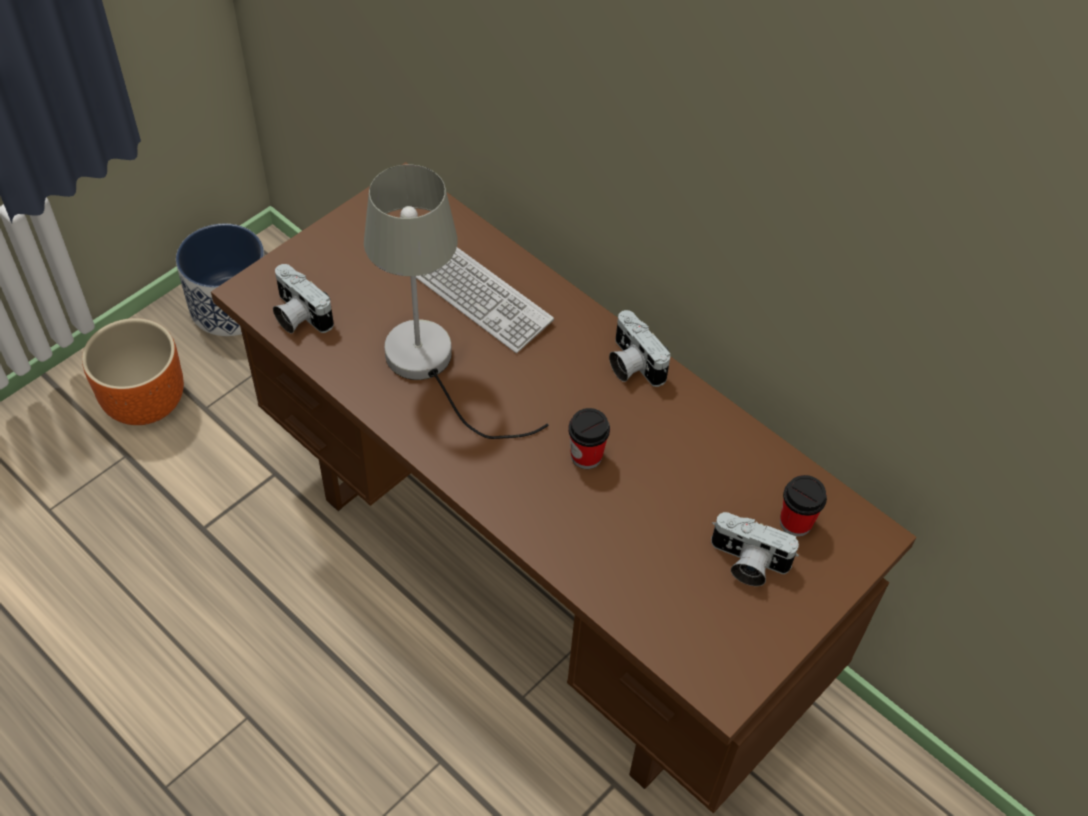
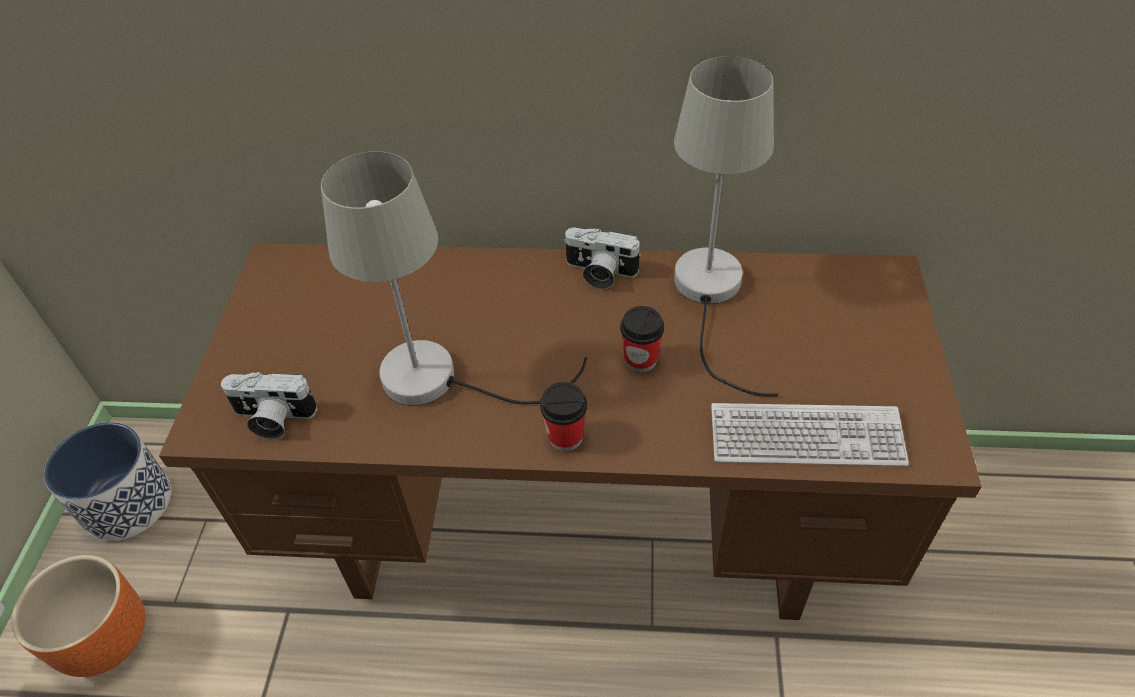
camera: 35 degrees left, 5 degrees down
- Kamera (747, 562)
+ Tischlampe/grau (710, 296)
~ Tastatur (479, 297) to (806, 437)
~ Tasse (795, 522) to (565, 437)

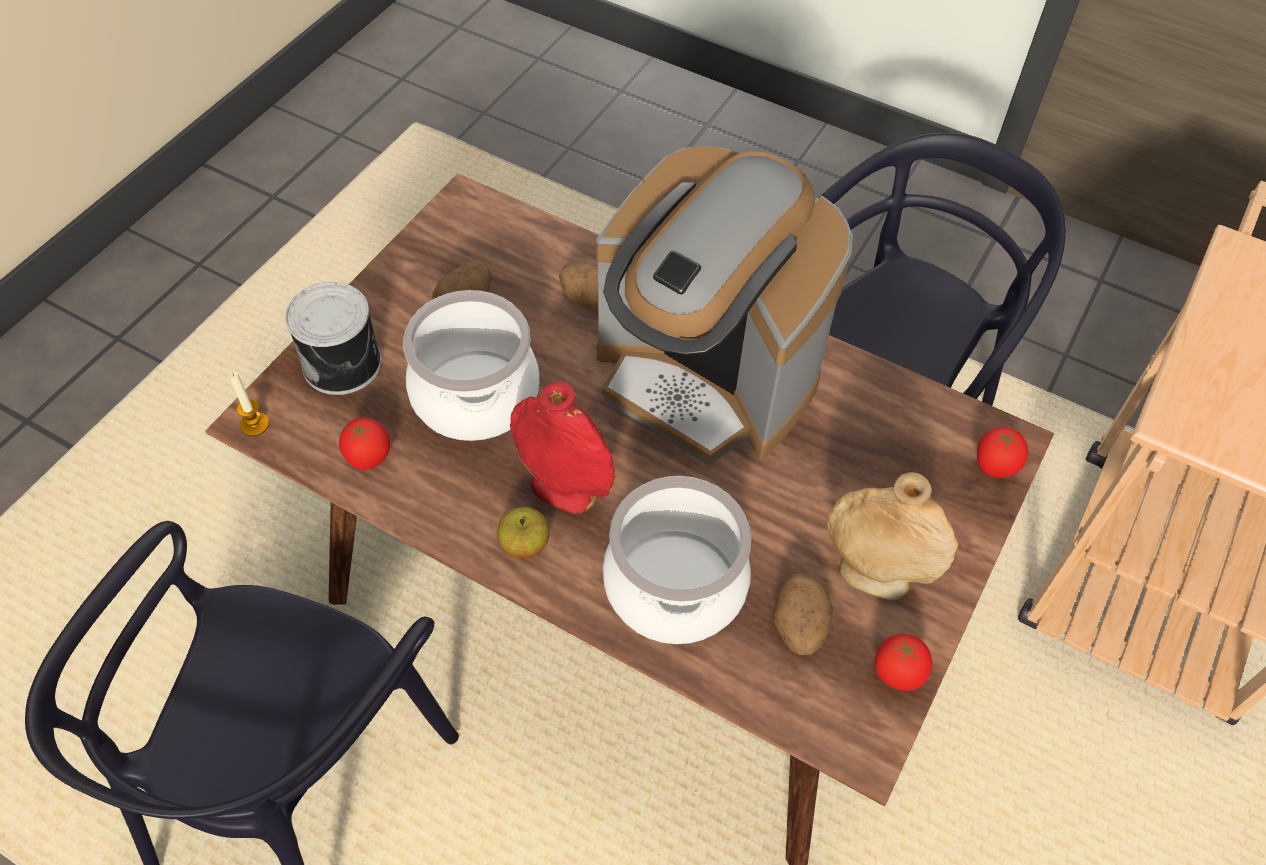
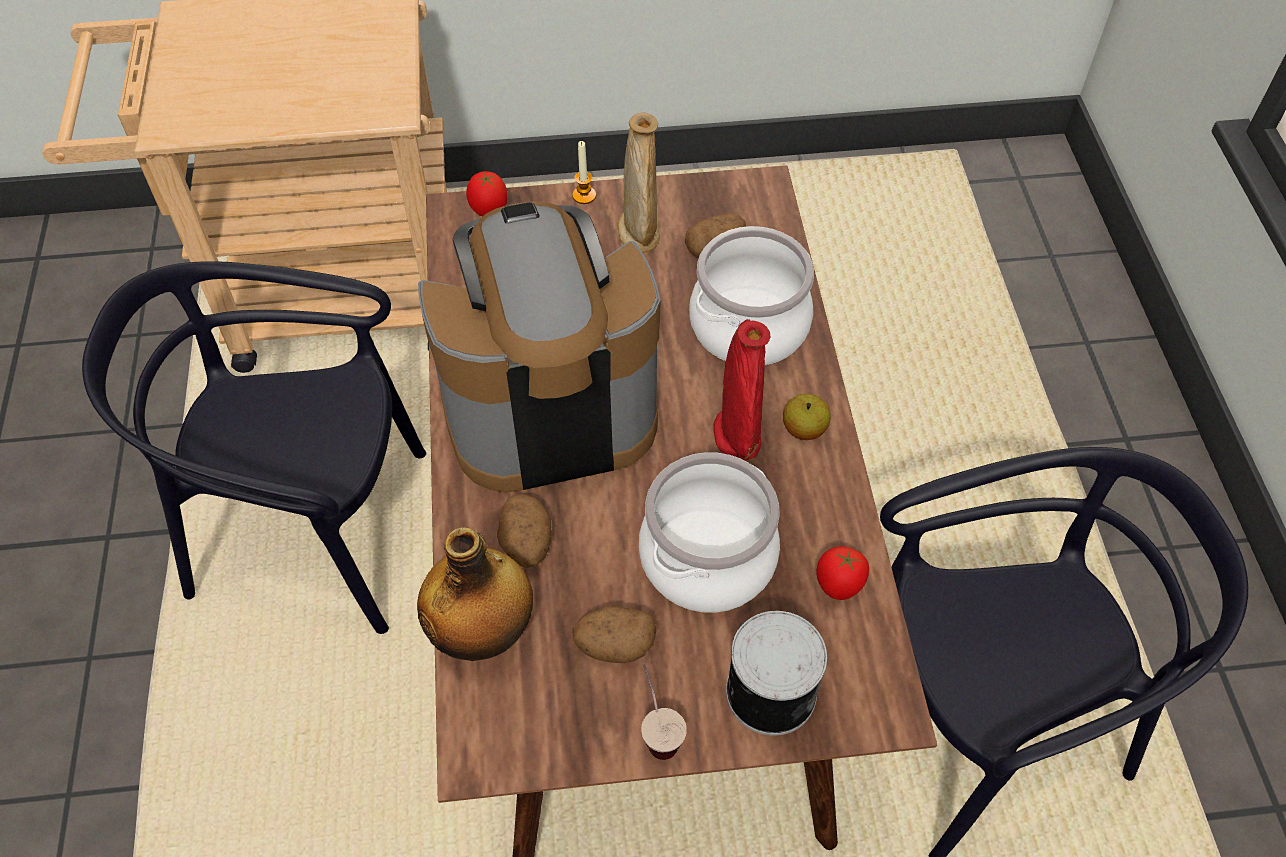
camera: 125 degrees left, 0 degrees up
- Tomate (896, 675)
+ Flasche (483, 632)
+ Tasse (657, 729)
~ Kerze (254, 425) to (584, 195)
~ Kaffeemaschine (705, 379) = (548, 410) 105 degrees counterclockwise

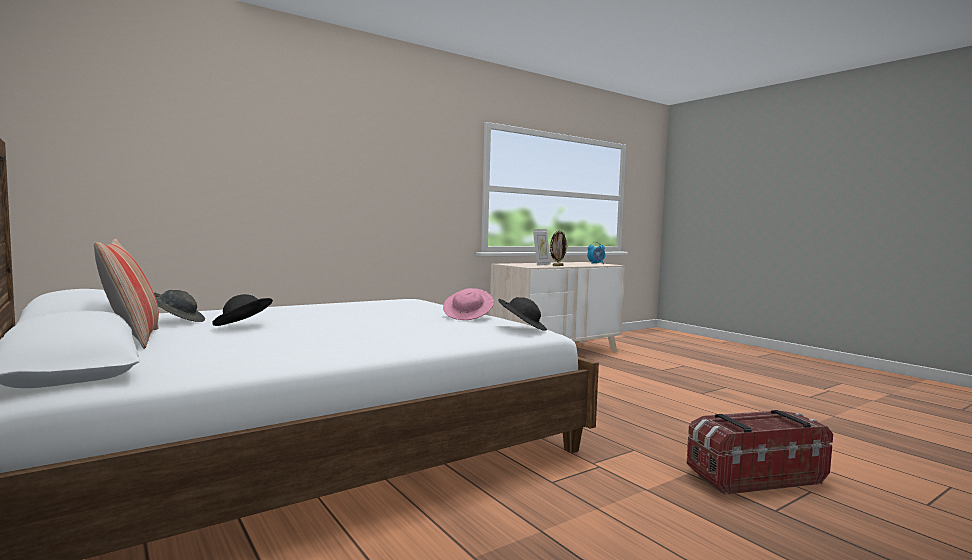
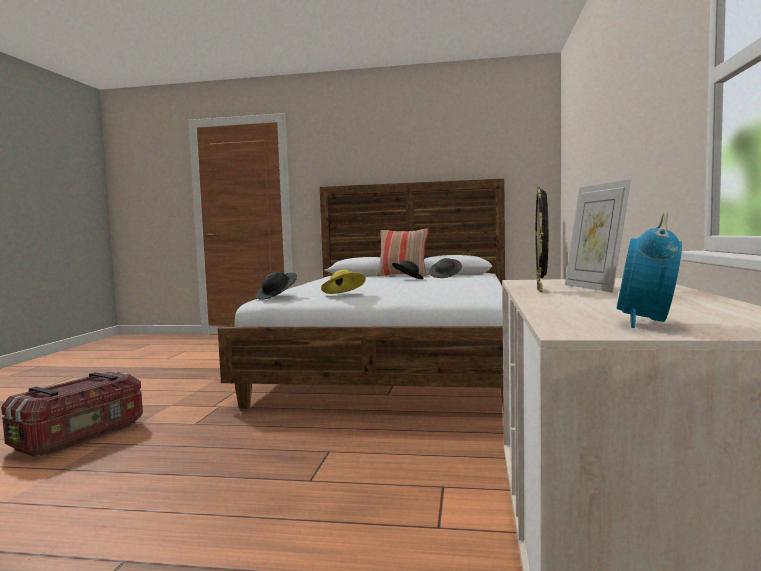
camera: 135 degrees right, 0 degrees up
~ Hut/rosa (468, 316) to Hut/gelb (343, 295)

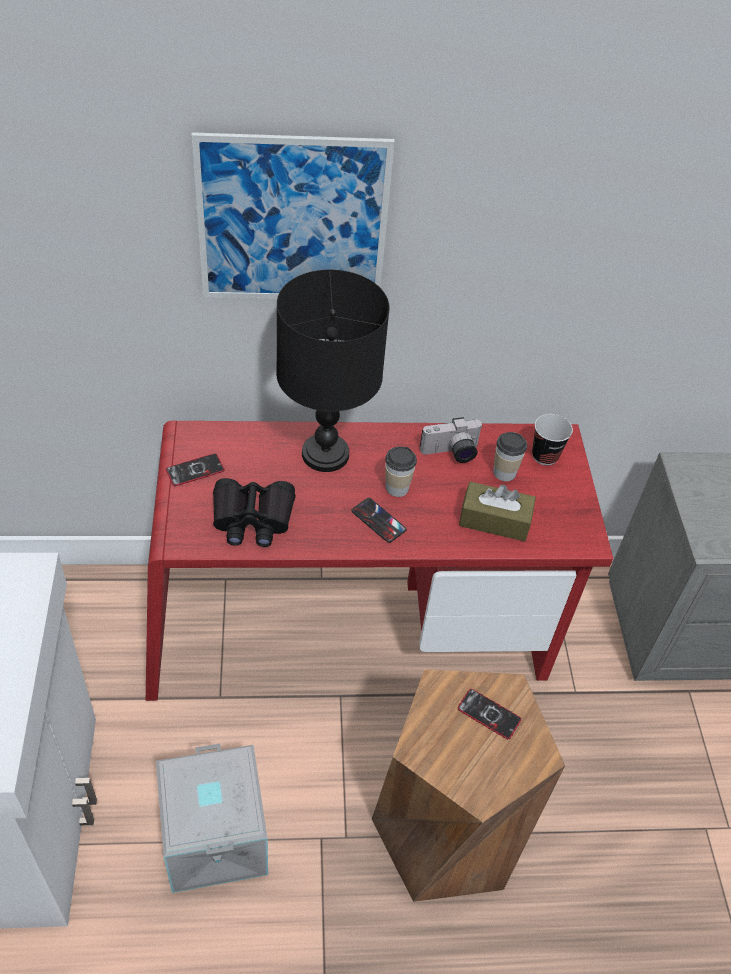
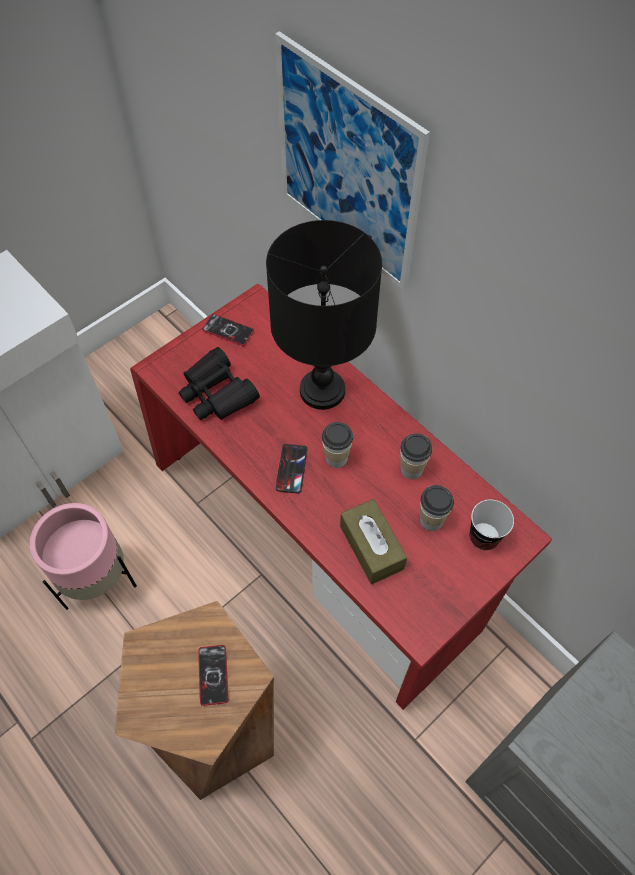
camera: 55 degrees right, 10 degrees up
~ Aufbewahrungsbox/grau (212, 836) to Pflanzkübel/rosa (97, 578)
~ Kamera (451, 453) to Tasse (411, 469)

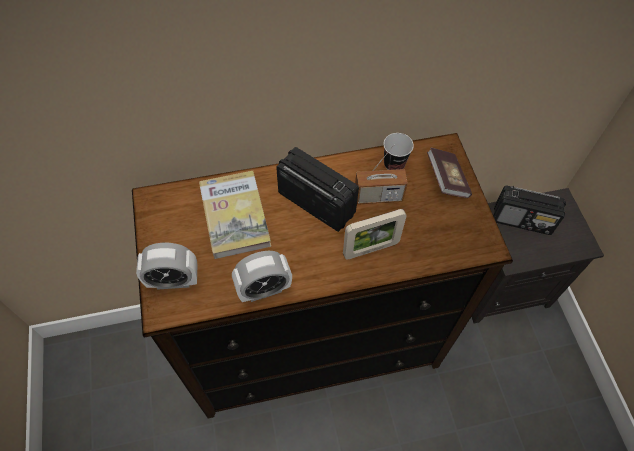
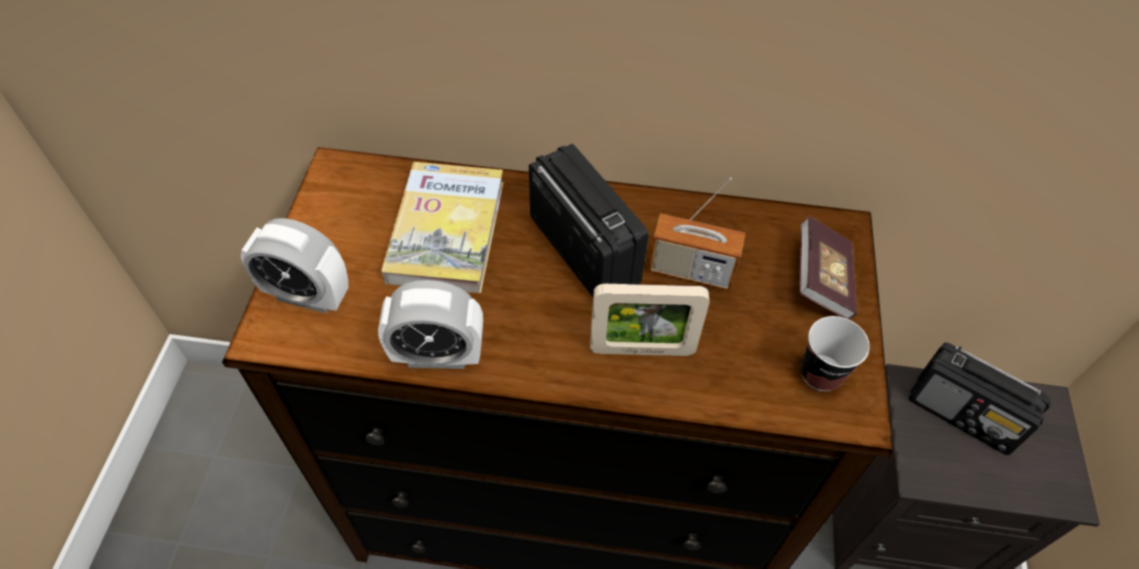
camera: 20 degrees right, 5 degrees down
~ Tasse (394, 164) to (821, 374)

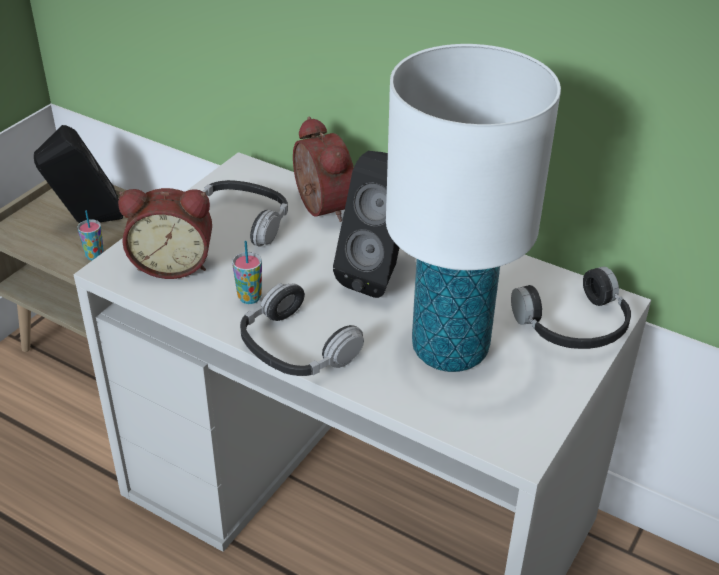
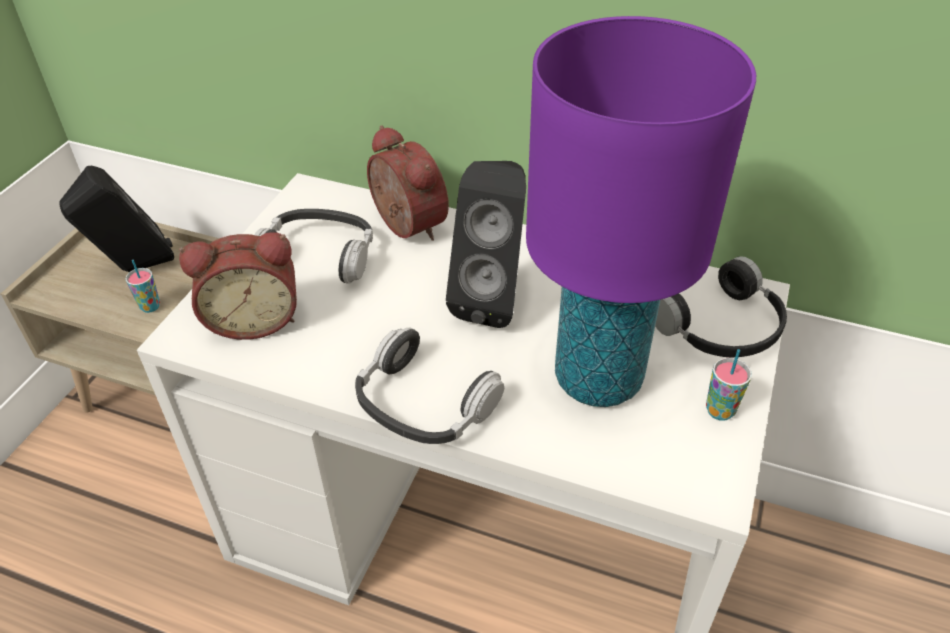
camera: 10 degrees left, 5 degrees up
~ Tasse (249, 298) to (720, 411)
~ Tischlampe/weiß (449, 349) to Tischlampe/lila (597, 378)

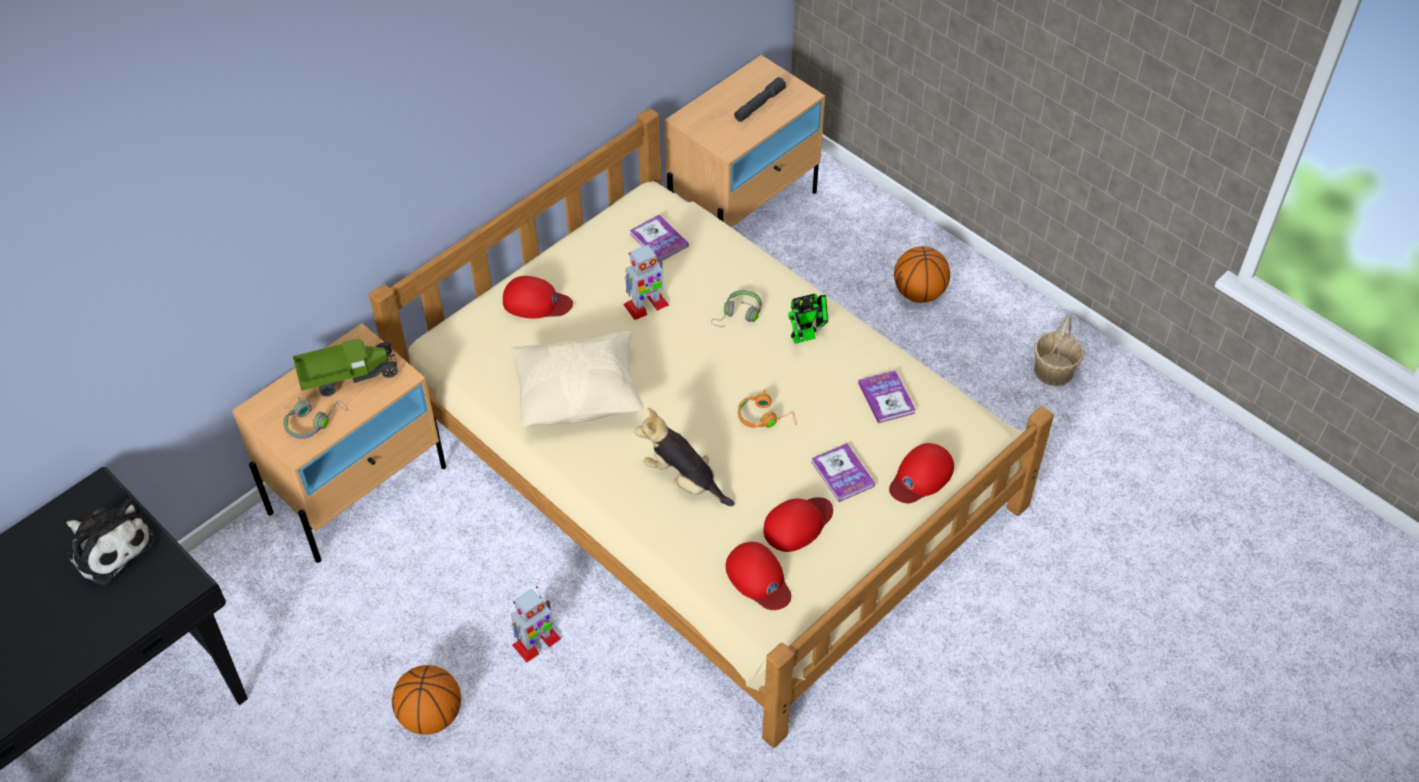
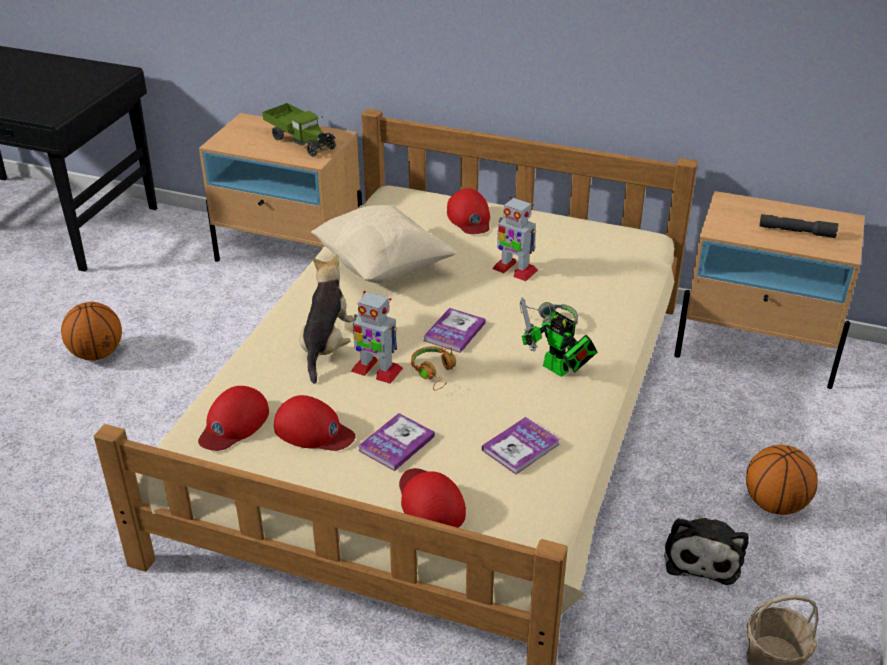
camera: 65 degrees right, 15 degrees down
- Kopfhörer/grau (314, 422)
~ Plüschtier (109, 546) to (702, 555)
~ Spielzeugroboter (536, 642) to (376, 370)
~ Buch (659, 240) to (454, 332)
~ Kappe/rot (920, 476) = (430, 503) 45 degrees clockwise

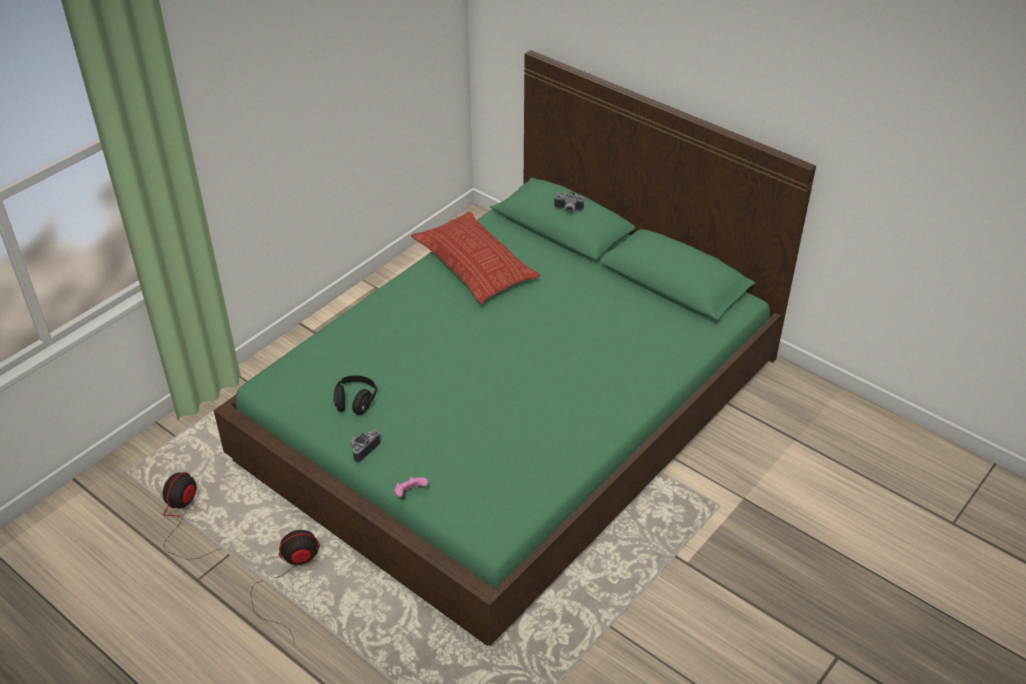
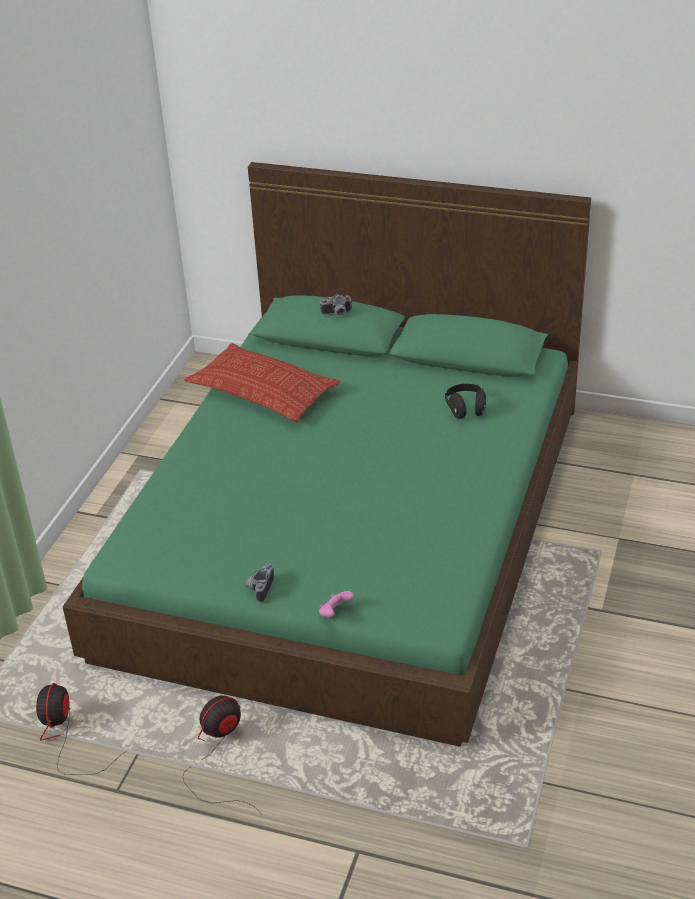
camera: 20 degrees left, 5 degrees down
~ Kopfhörer/schwarz (355, 402) to (466, 409)

